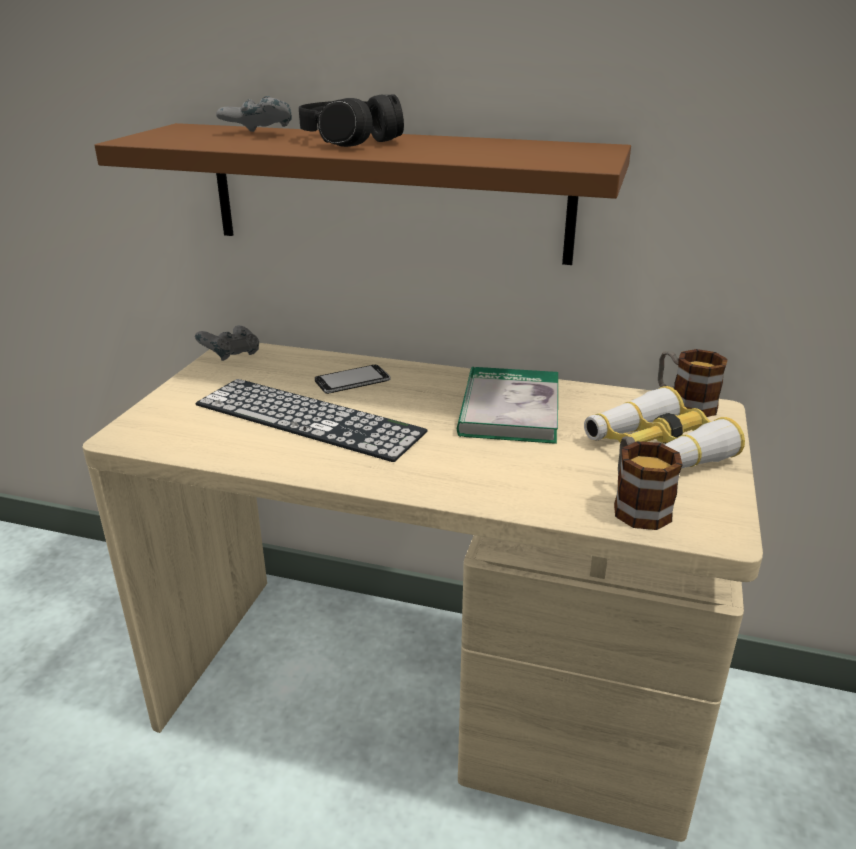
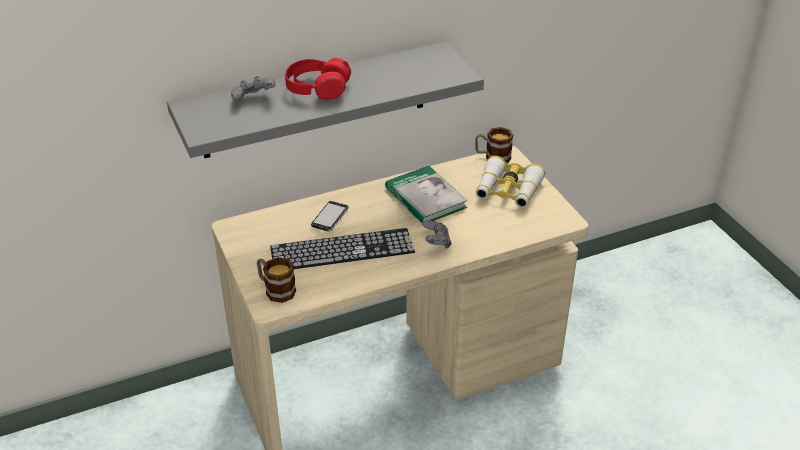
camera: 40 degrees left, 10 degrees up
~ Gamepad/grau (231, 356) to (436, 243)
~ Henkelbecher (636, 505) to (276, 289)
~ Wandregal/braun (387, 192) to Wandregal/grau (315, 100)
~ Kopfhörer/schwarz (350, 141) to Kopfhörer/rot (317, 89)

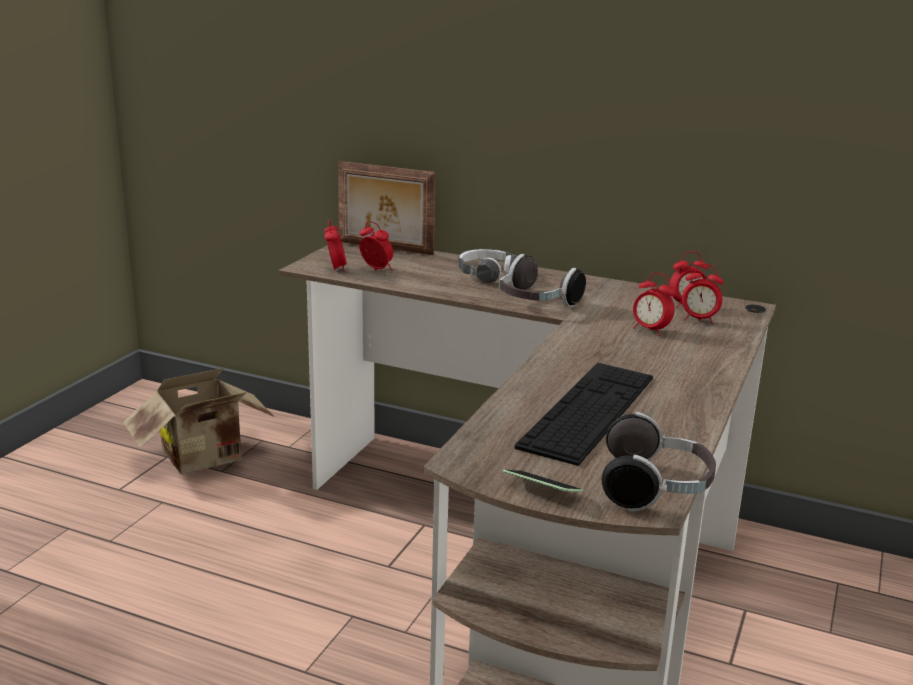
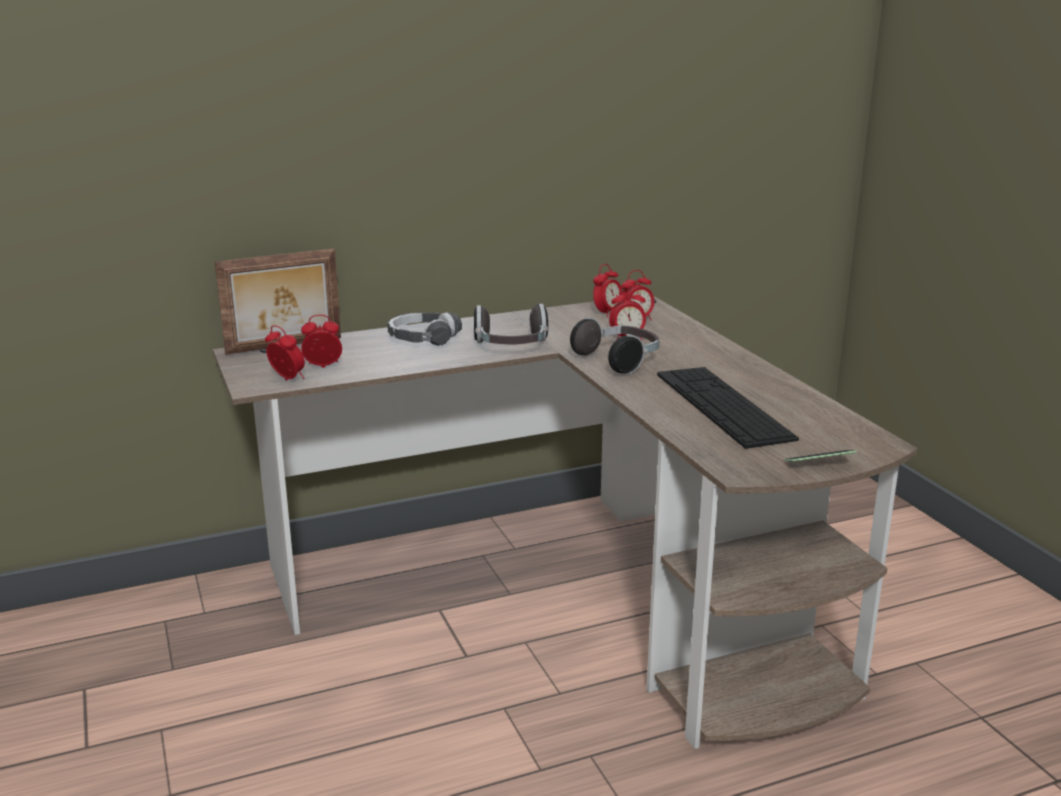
camera: 45 degrees left, 0 degrees up
- Karton (206, 459)
~ Kopfhörer (656, 488) to (619, 361)

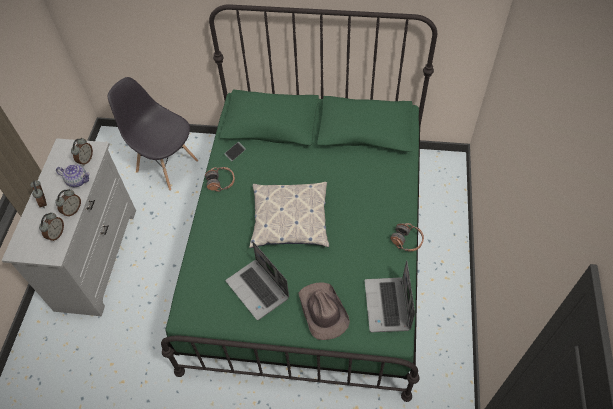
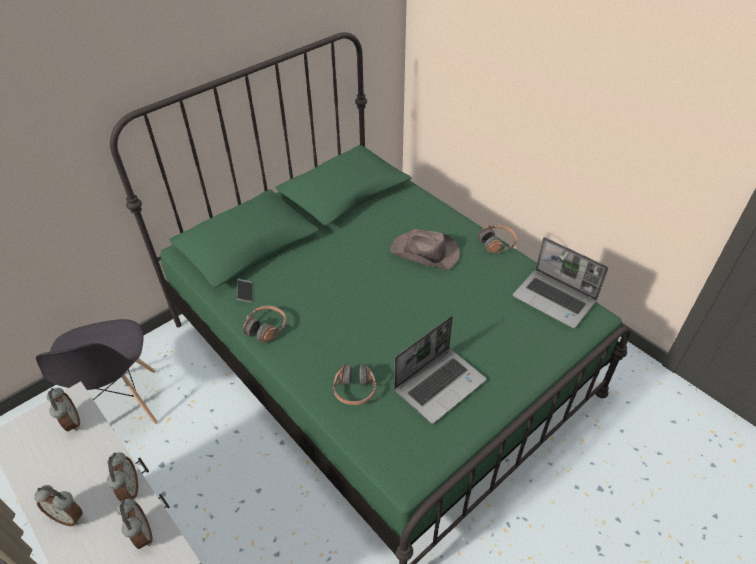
camera: 50 degrees left, 10 degrees down
- Teekanne (78, 180)
- Kissen (290, 219)
+ Kopfhörer (355, 390)
~ Hut/braun (322, 312) to (425, 253)
~ Stuhl/grau (166, 165) = (121, 405) 90 degrees counterclockwise
~ Laptop (258, 290) = (440, 384) 45 degrees counterclockwise

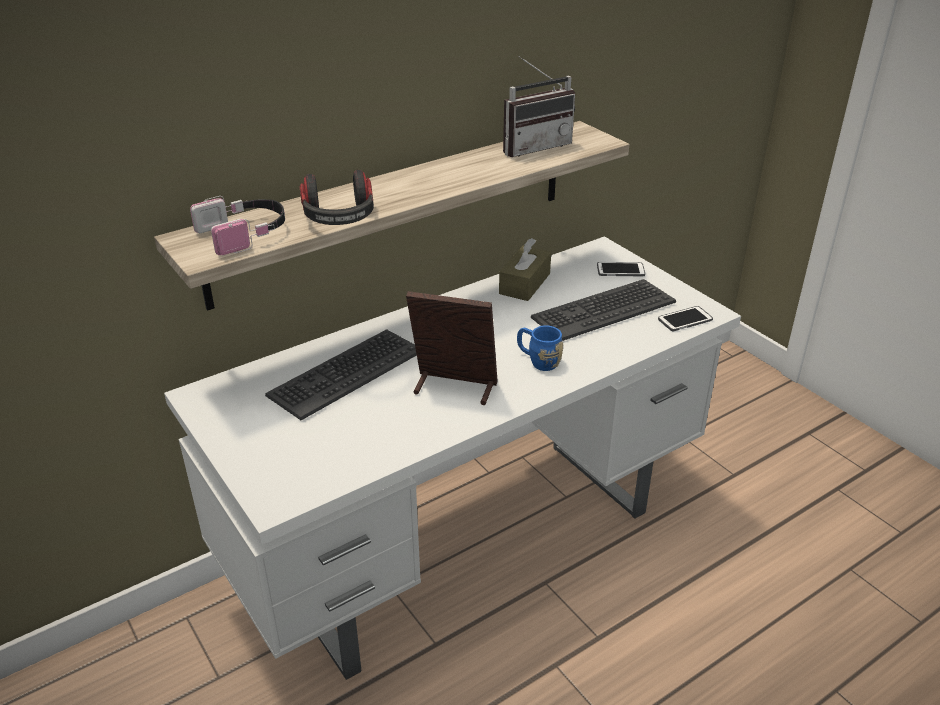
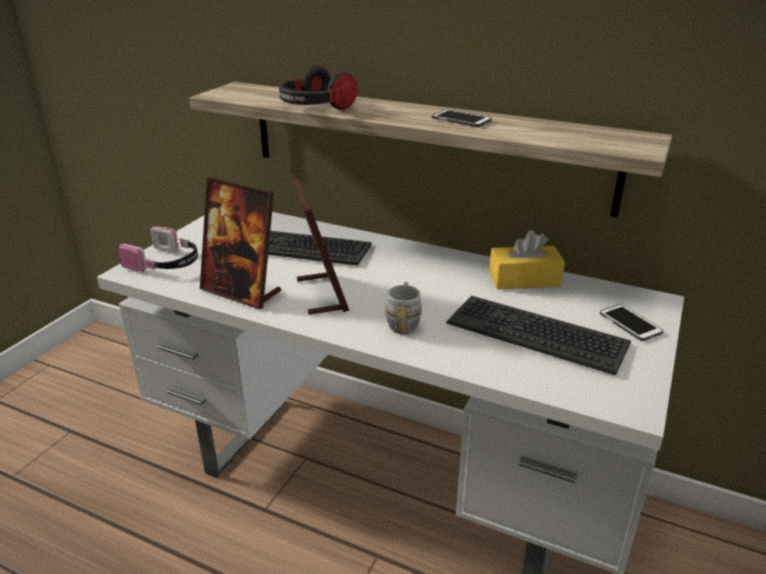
camera: 60 degrees right, 5 degrees down
- Radio (533, 146)
+ Bilderrahmen (241, 291)
~ Kopfhörer (245, 234) to (166, 263)
~ Handy (685, 320) to (461, 120)
~ Taschentuchbox/braun (524, 284) to Taschentuchbox/gelb (524, 279)
~ Henkelbecher/blau (538, 361) to Henkelbecher/grau (404, 322)

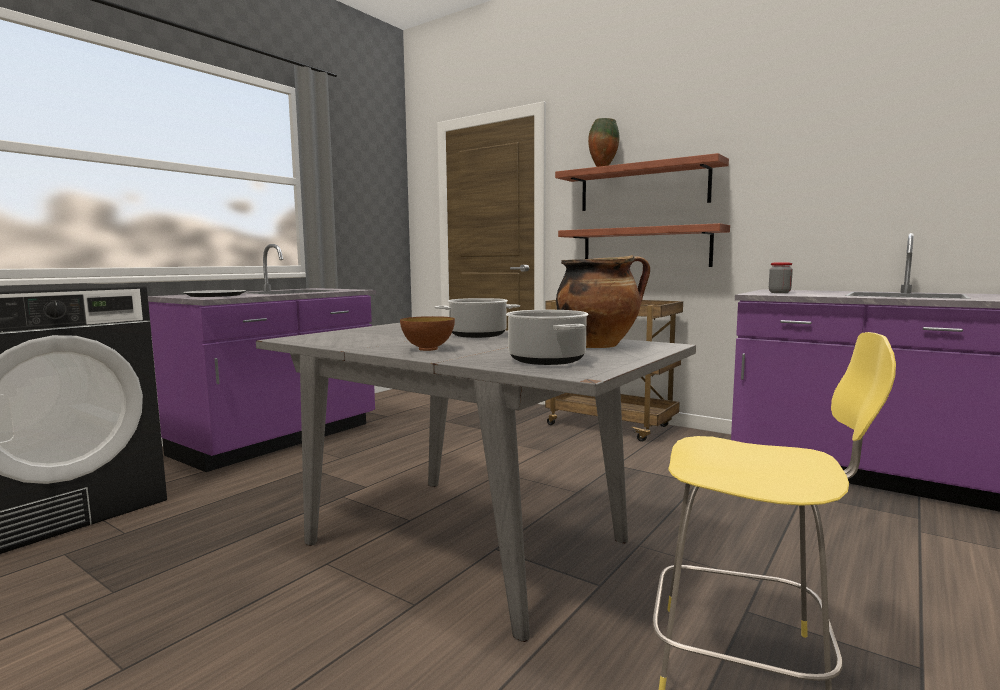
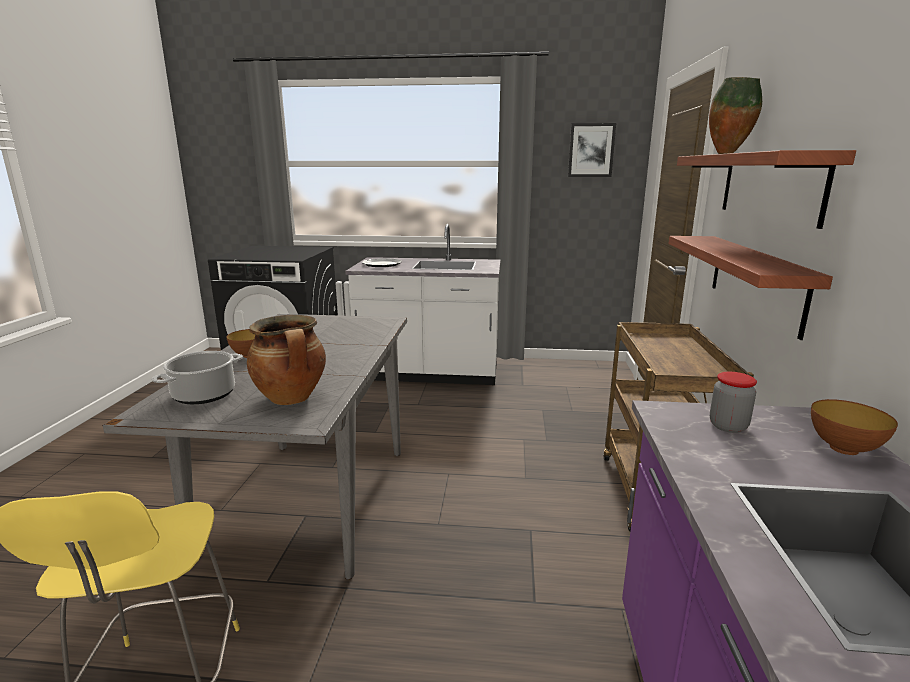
camera: 60 degrees right, 10 degrees up
- Kochtopf (478, 335)
+ Bild (591, 150)
+ Schüssel (844, 449)
~ Küchenzeile/lila (279, 440) to Küchenzeile/weiß (429, 374)

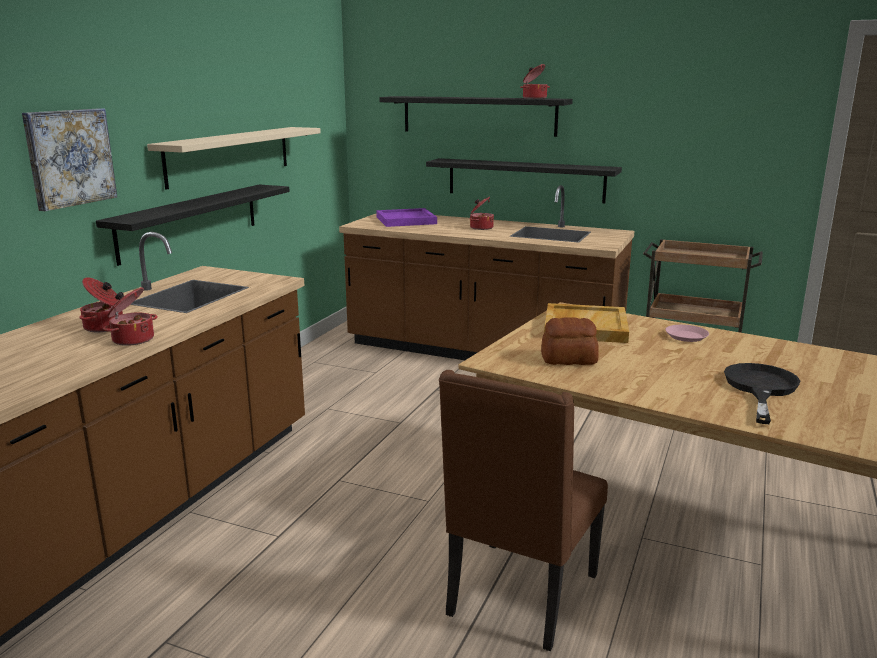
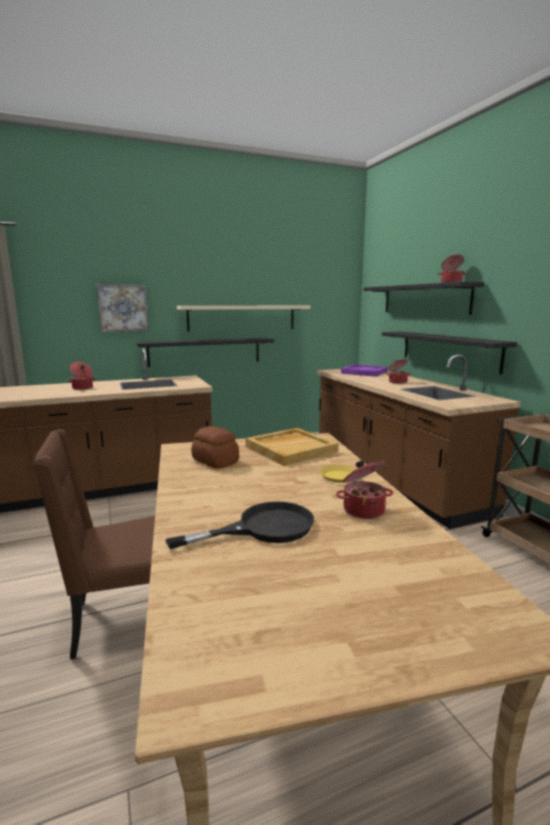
camera: 45 degrees right, 5 degrees down
~ Kochtopf (132, 339) to (363, 510)
~ Teller/rosa (686, 336) to Teller/gelb (339, 477)

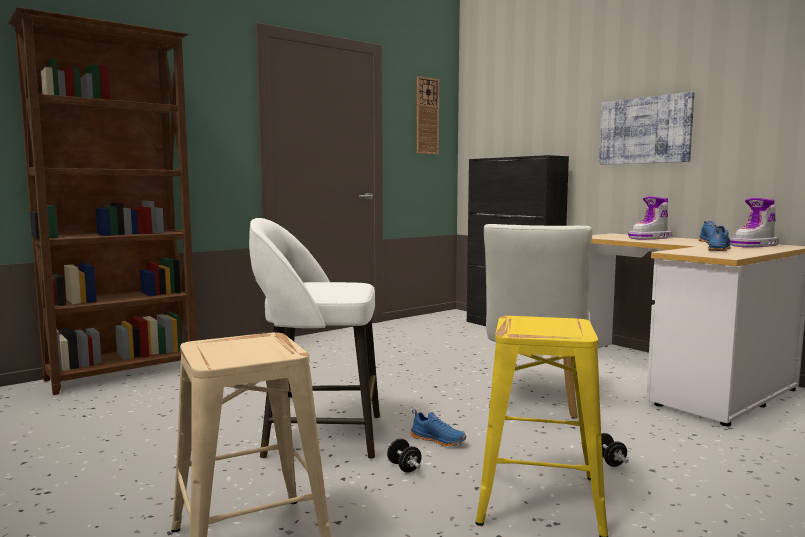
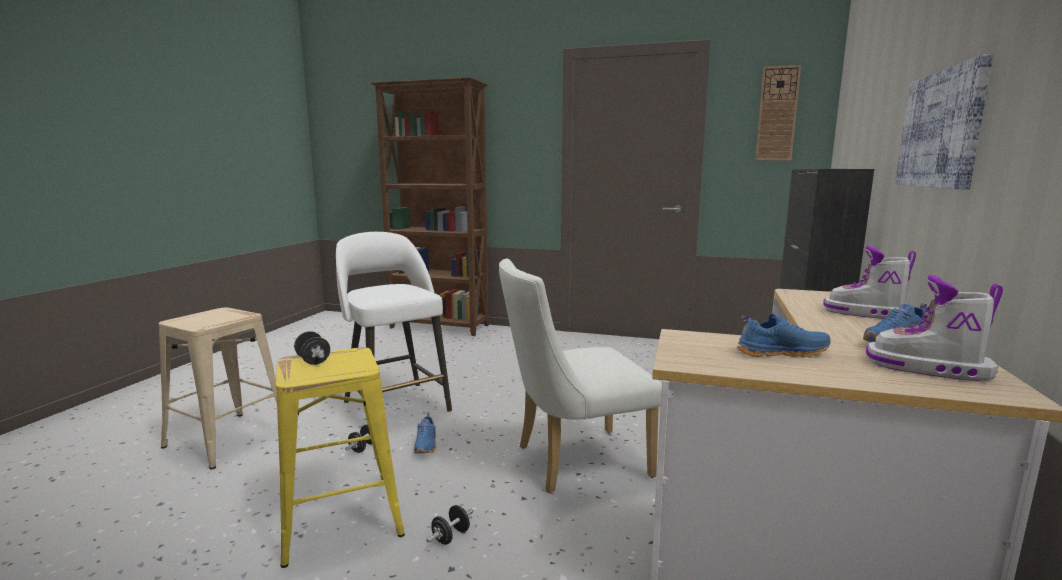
camera: 55 degrees right, 5 degrees up
+ Hantel/schwarz (313, 361)

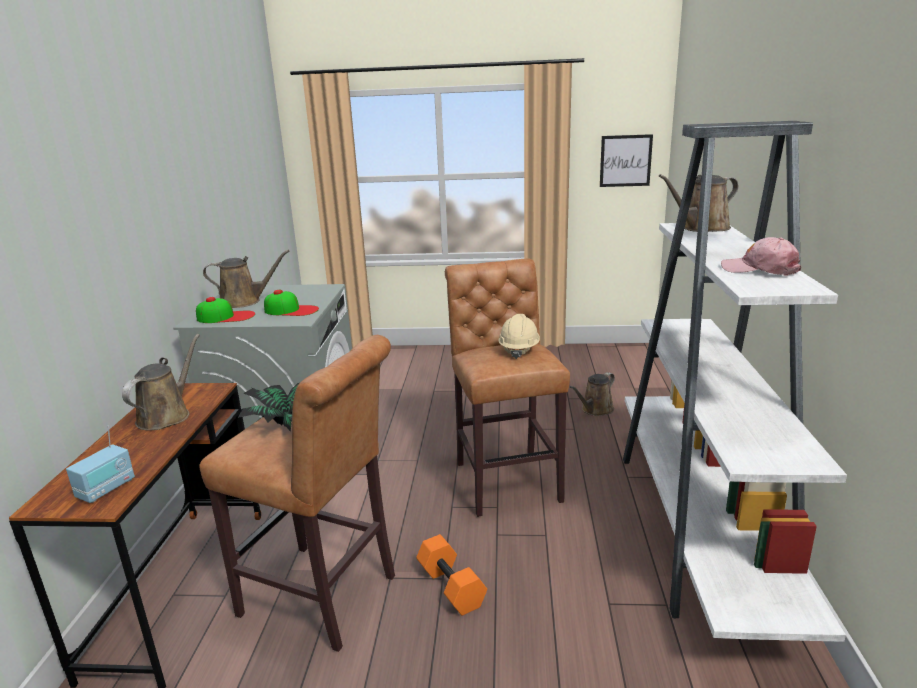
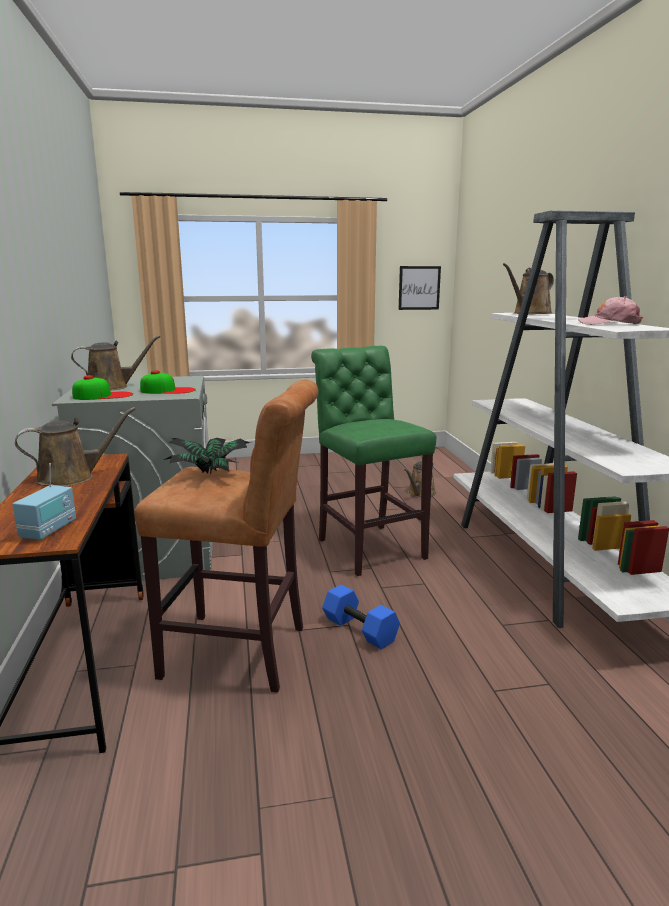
camera: 15 degrees left, 5 degrees down
- Schutzhelm/beige (519, 349)
~ Hantel/orange (452, 587) to Hantel/blau (361, 629)
~ Hocker/braun (505, 478) to Hocker/grün (368, 547)
~ Gießkanne/braun (167, 415) = (72, 477) 60 degrees clockwise

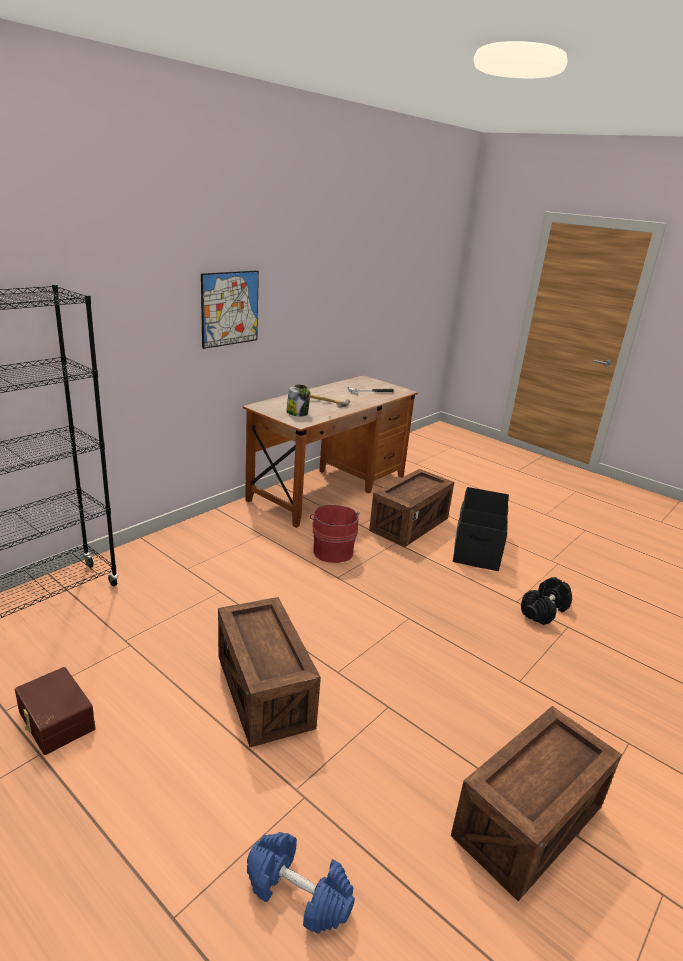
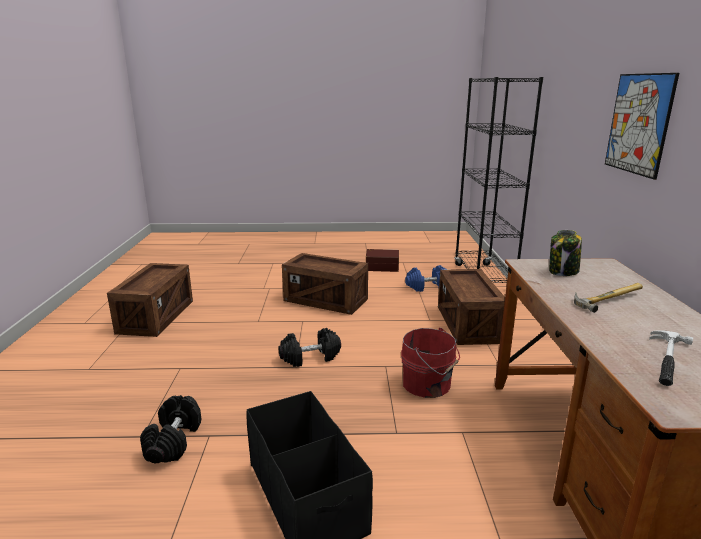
camera: 140 degrees right, 5 degrees down
+ Hantel/schwarz (310, 358)
~ Hantel/blau (299, 893) to (427, 287)
~ Kiste (409, 525) to (468, 324)

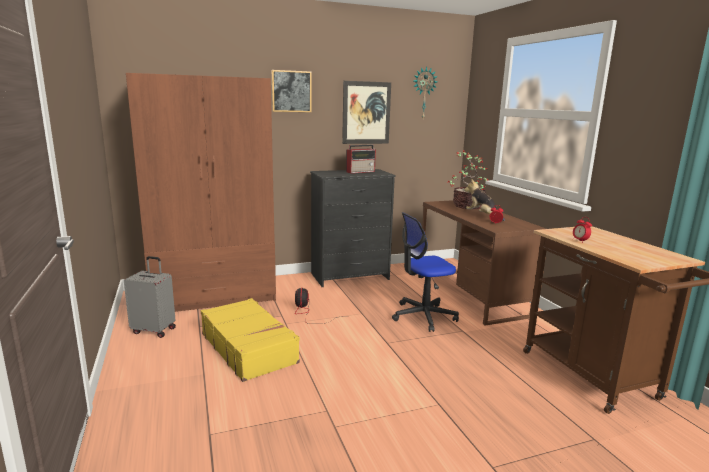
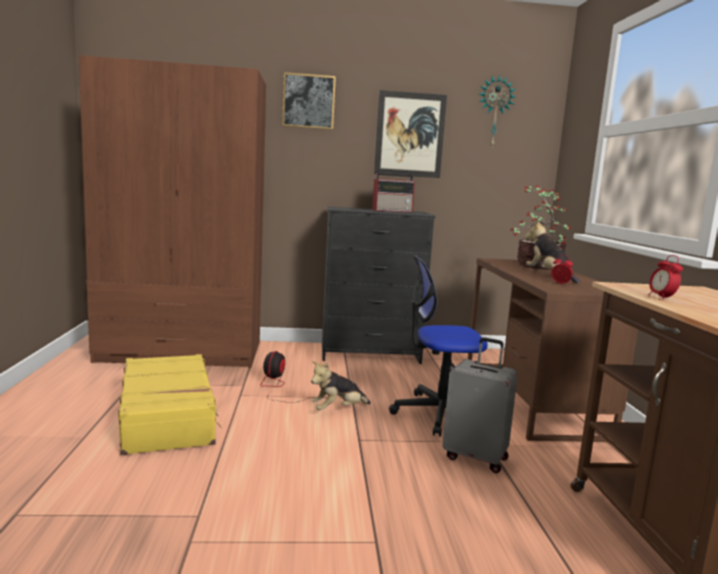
camera: 15 degrees right, 5 degrees down
+ Plüschtier (338, 410)
~ Koffer/grau (154, 330) to (476, 457)

